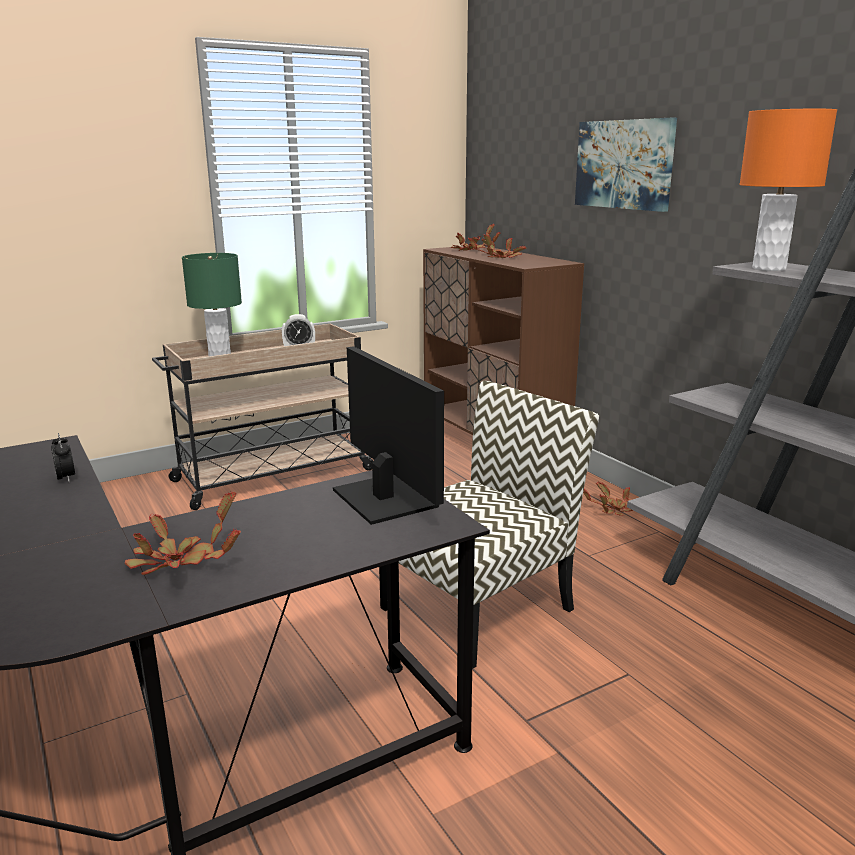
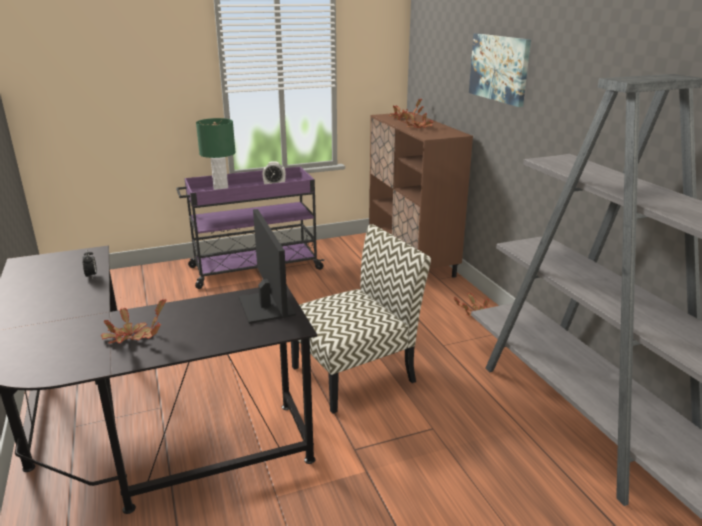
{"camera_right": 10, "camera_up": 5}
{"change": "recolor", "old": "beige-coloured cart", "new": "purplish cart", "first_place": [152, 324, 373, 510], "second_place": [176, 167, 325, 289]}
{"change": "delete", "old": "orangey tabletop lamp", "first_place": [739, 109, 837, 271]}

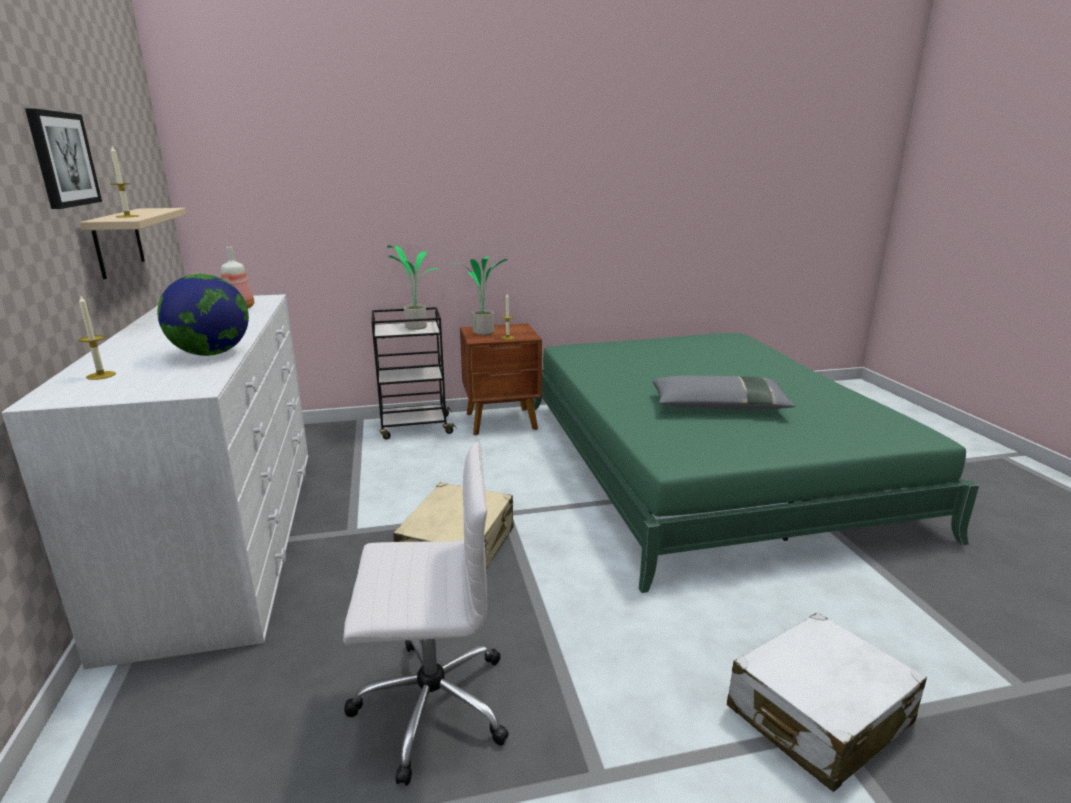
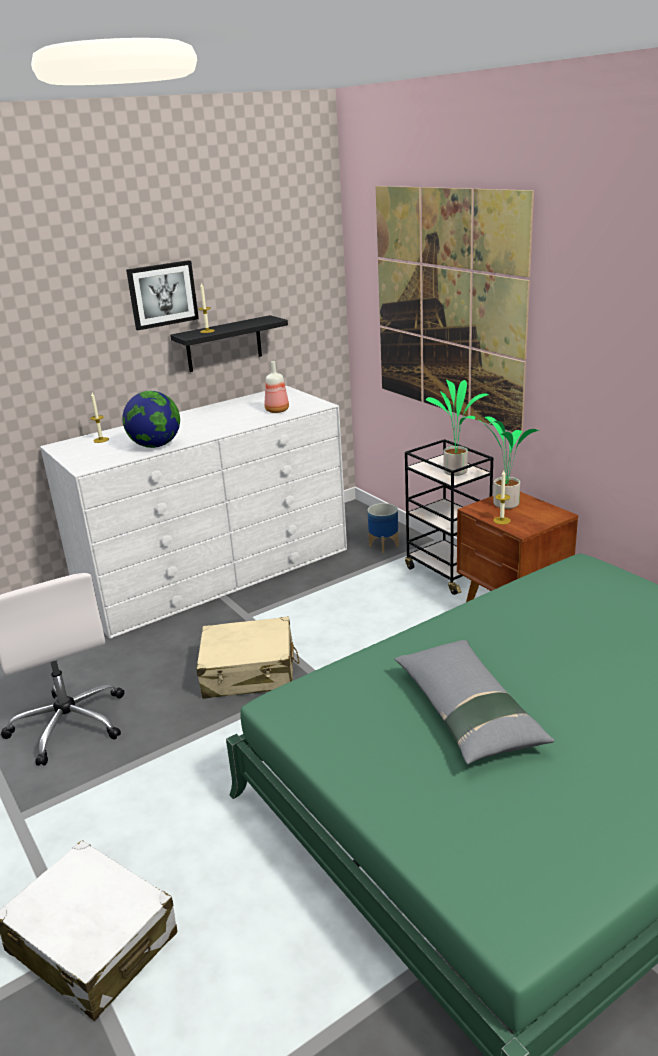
{"camera_right": 70, "camera_up": 5}
{"change": "recolor", "old": "beige-coloured wall shelf", "new": "black-coloured wall shelf", "first_place": [80, 208, 186, 279], "second_place": [170, 315, 288, 372]}
{"change": "insert", "new": "flower pot", "second_place": [368, 503, 399, 553]}
{"change": "insert", "new": "wall art", "second_place": [375, 186, 534, 435]}

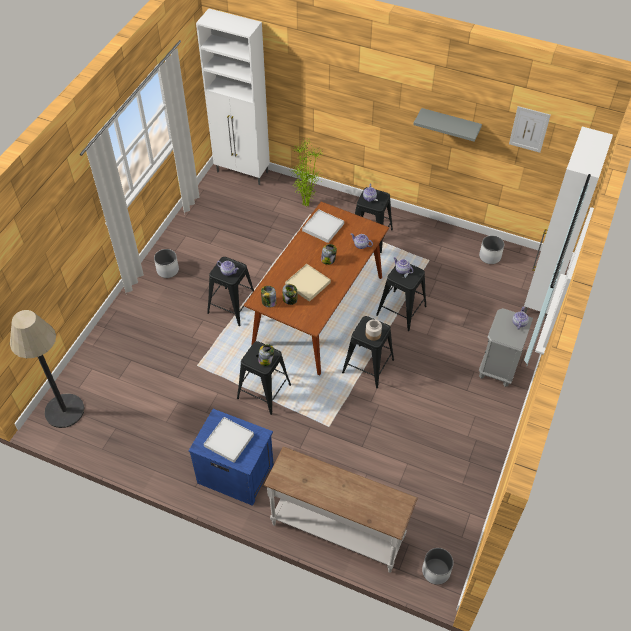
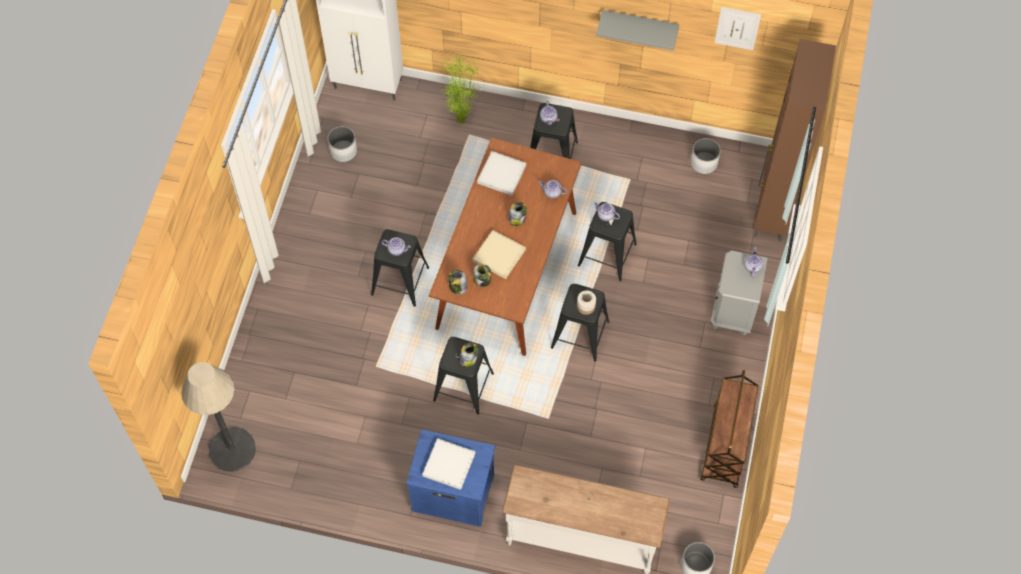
{"camera_right": -10, "camera_up": 10}
{"change": "move", "old": "white flower pot", "first_place": [154, 249, 179, 278], "second_place": [328, 126, 357, 162]}
{"change": "insert", "new": "brown-coloured cart", "second_place": [700, 370, 758, 488]}
{"change": "recolor", "old": "white cupboard", "new": "brown-coloured cupboard", "first_place": [524, 127, 613, 320], "second_place": [753, 39, 836, 242]}

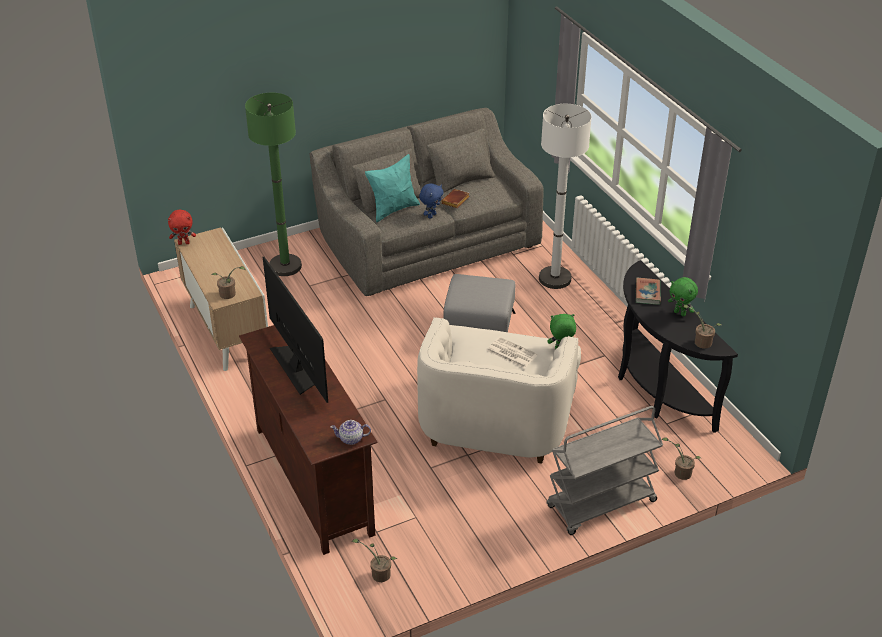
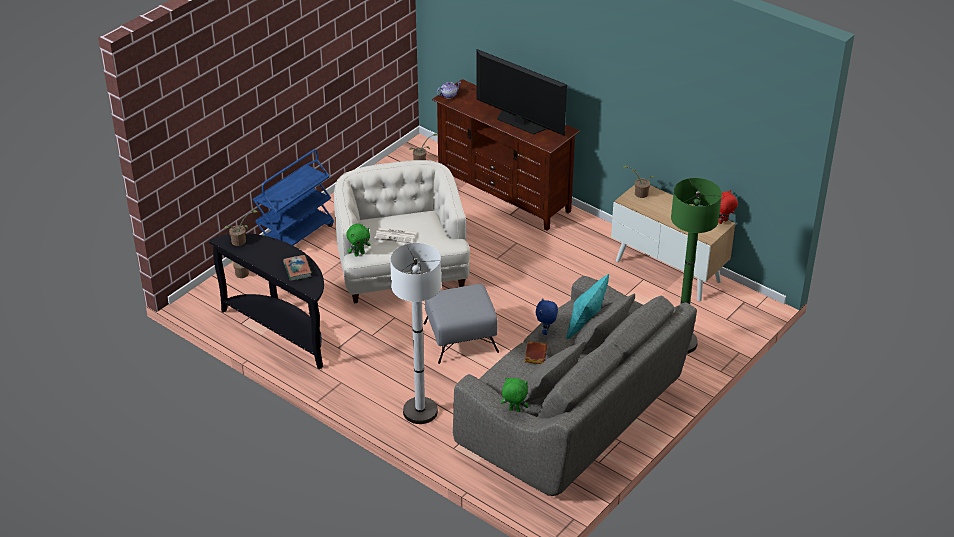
{"camera_right": 155, "camera_up": 0}
{"change": "recolor", "old": "gray cart", "new": "blue cart", "first_place": [547, 406, 663, 535], "second_place": [253, 149, 334, 245]}
{"change": "move", "old": "green-coloured cuddly toy", "first_place": [668, 277, 698, 316], "second_place": [501, 377, 529, 412]}

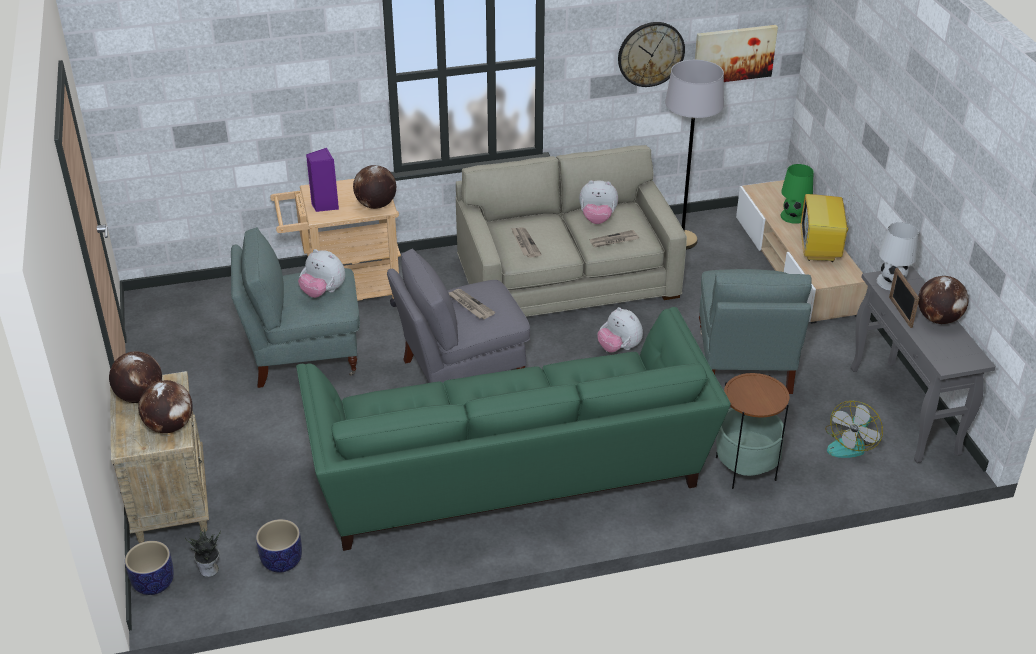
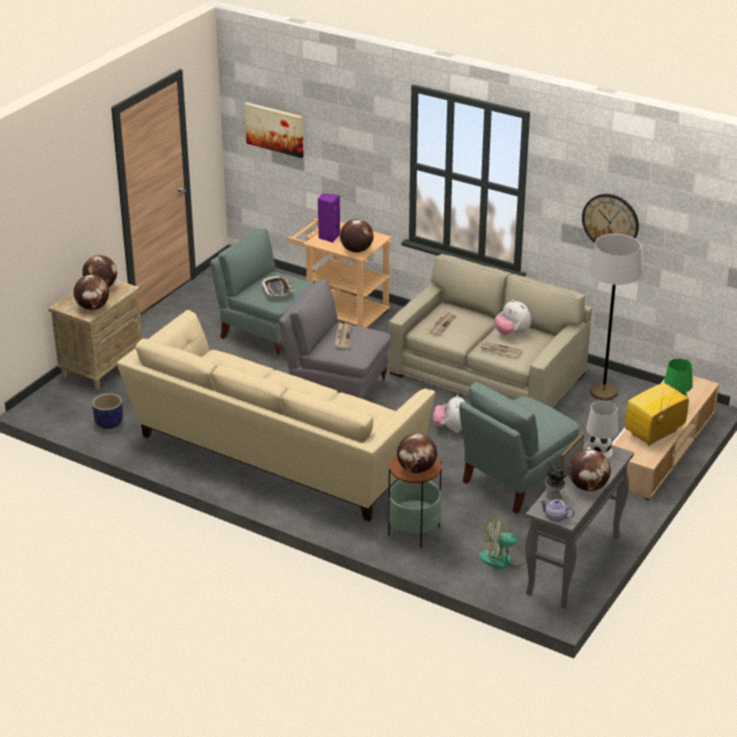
{"camera_right": 45, "camera_up": -5}
{"change": "recolor", "old": "green-coloured sofa", "new": "beige-coloured sofa", "first_place": [296, 307, 731, 551], "second_place": [117, 310, 435, 521]}
{"change": "move", "old": "wall art", "first_place": [695, 25, 778, 82], "second_place": [245, 103, 304, 158]}
{"change": "replace", "old": "cuddly toy", "new": "serving tray", "first_place": [298, 249, 345, 298], "second_place": [261, 275, 294, 297]}
{"change": "insert", "new": "globe", "second_place": [397, 433, 437, 473]}
{"change": "insert", "new": "tea pot", "second_place": [540, 499, 575, 522]}
{"change": "move", "old": "houseplant", "first_place": [185, 527, 221, 577], "second_place": [544, 460, 572, 501]}
{"change": "delete", "old": "flower pot", "first_place": [125, 541, 174, 595]}

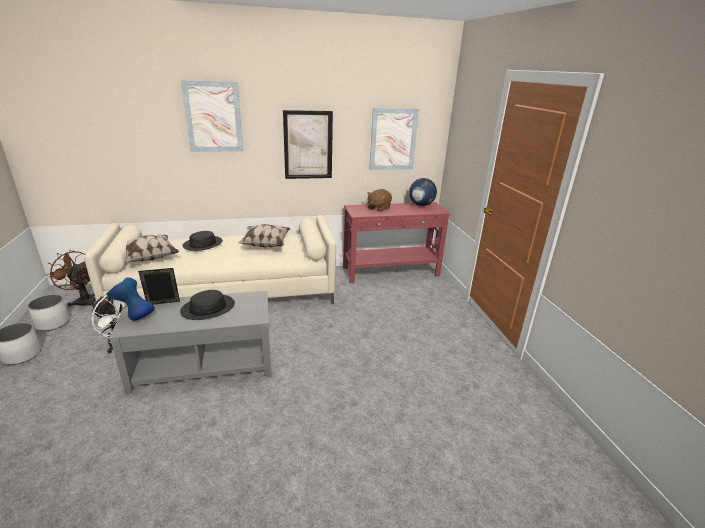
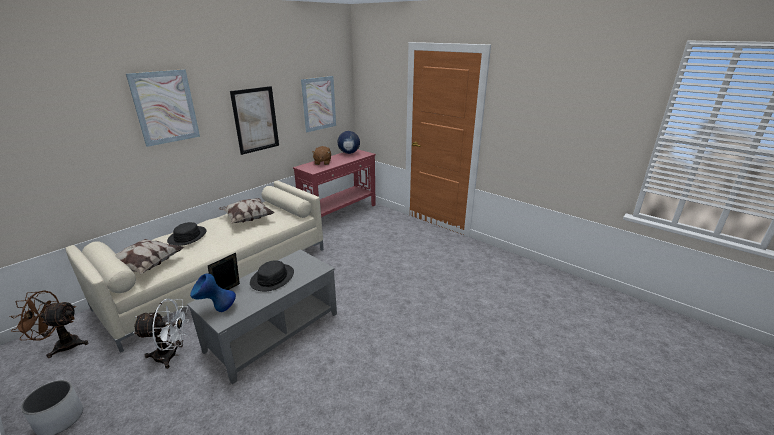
{"camera_right": -35, "camera_up": 0}
{"change": "delete", "old": "white flower pot", "first_place": [27, 295, 70, 331]}

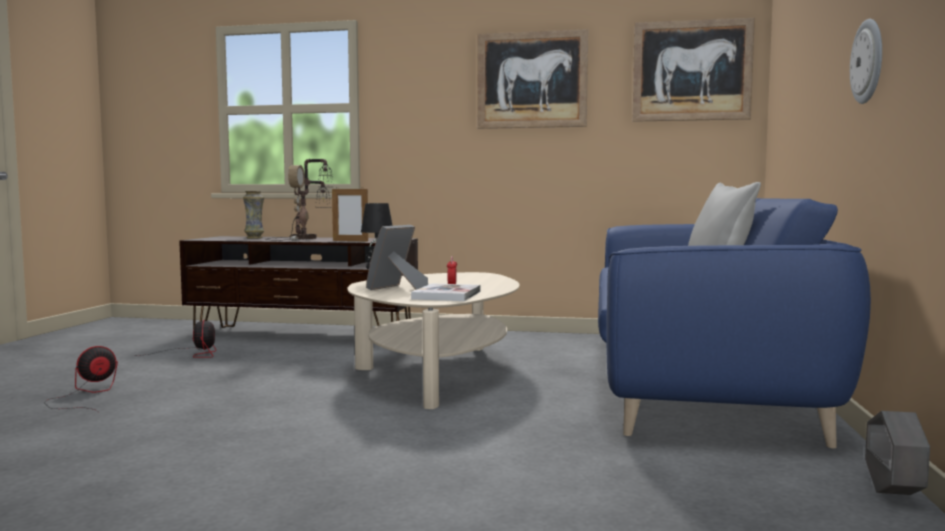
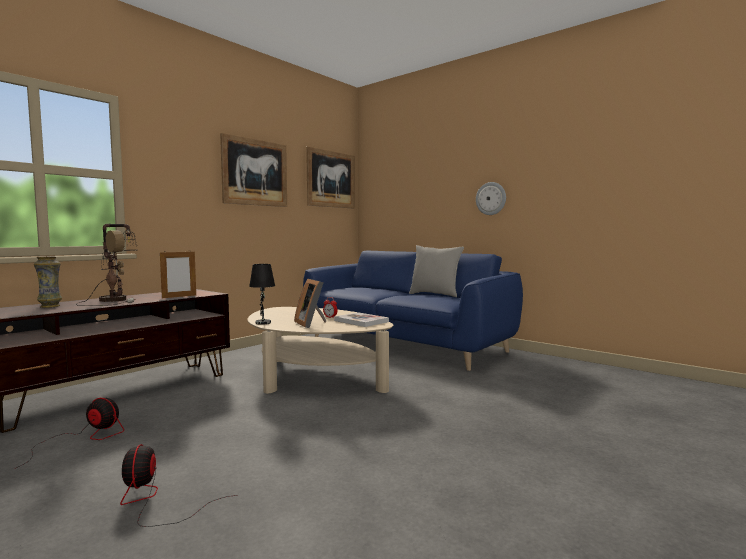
{"camera_right": -60, "camera_up": 0}
{"change": "delete", "old": "gray flower pot", "first_place": [865, 411, 930, 495]}

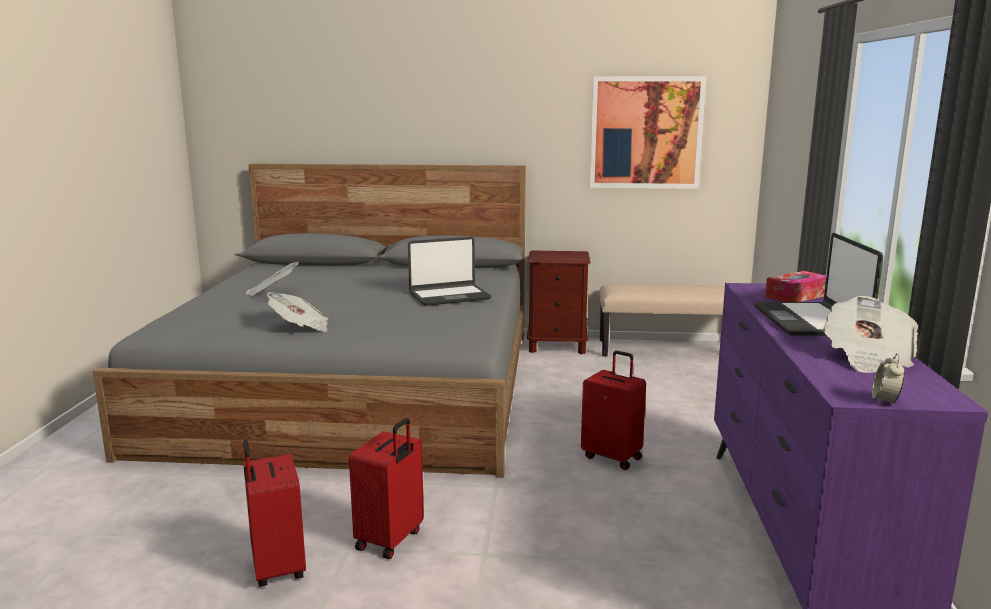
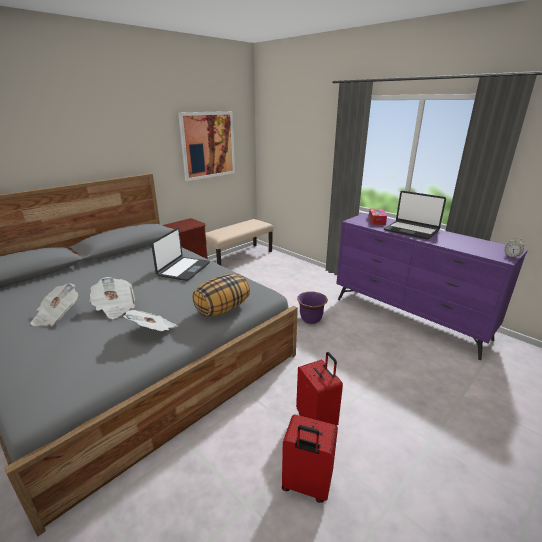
{"camera_right": -50, "camera_up": 10}
{"change": "move", "old": "daily paper", "first_place": [823, 296, 918, 373], "second_place": [90, 277, 135, 319]}
{"change": "insert", "new": "cushion", "second_place": [192, 274, 250, 316]}
{"change": "replace", "old": "reddish travel case", "new": "purplish flower pot", "first_place": [581, 351, 646, 470], "second_place": [297, 292, 328, 324]}

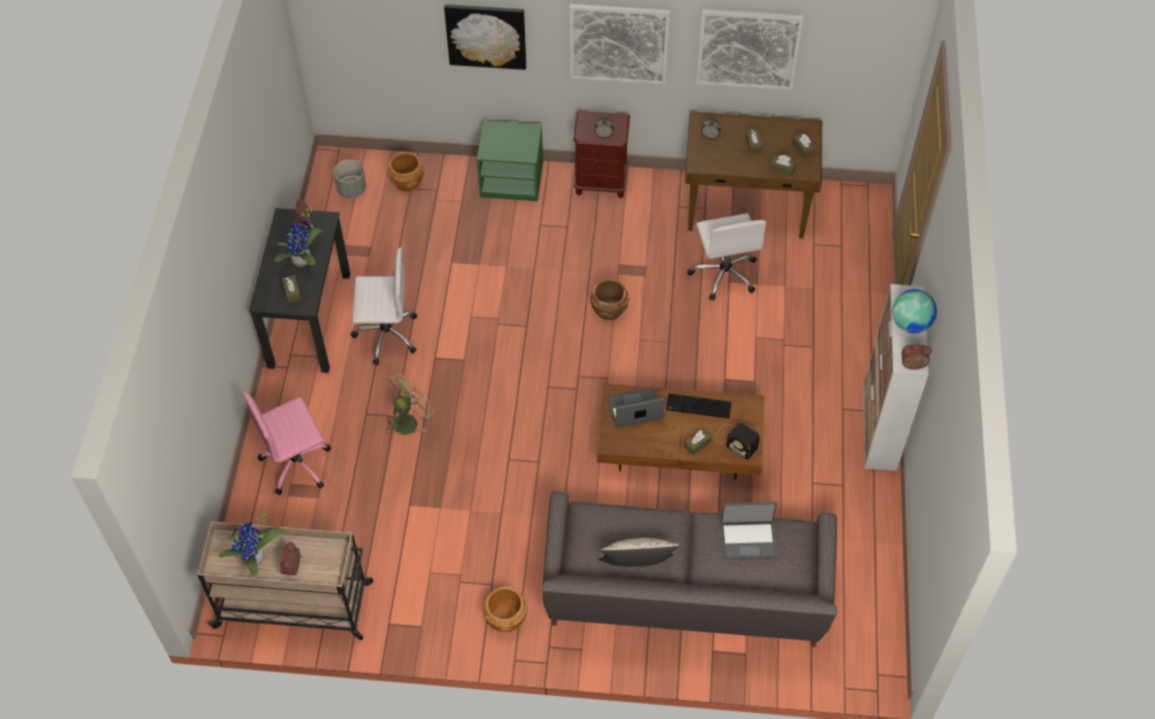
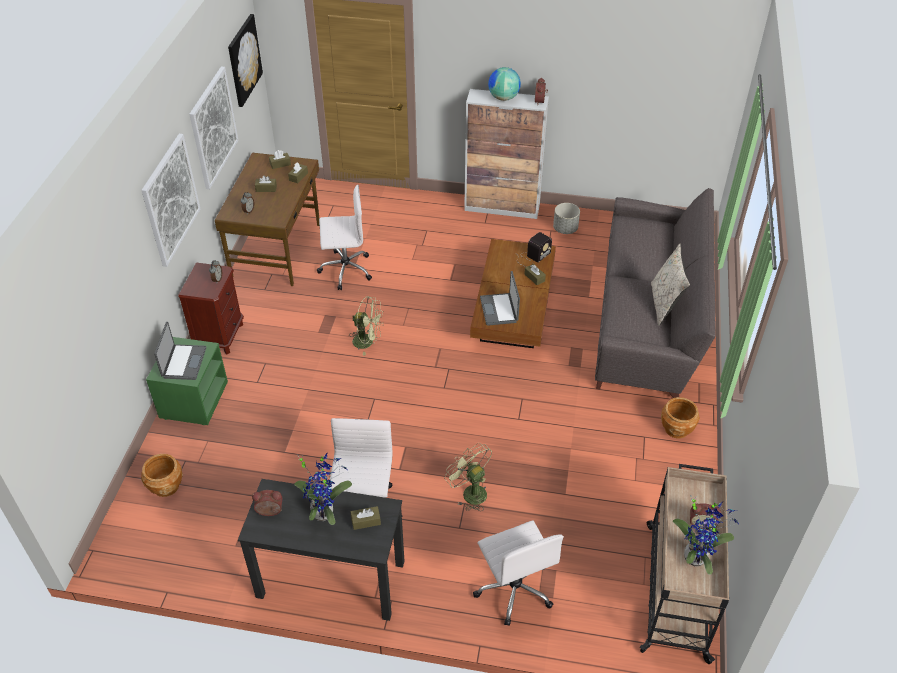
{"camera_right": -85, "camera_up": -10}
{"change": "move", "old": "notebook computer", "first_place": [721, 502, 777, 559], "second_place": [154, 322, 207, 380]}
{"change": "move", "old": "wall art", "first_place": [444, 4, 526, 70], "second_place": [228, 14, 263, 107]}
{"change": "replace", "old": "brown-coloured flower pot", "new": "green-coloured electric fan", "first_place": [590, 279, 629, 321], "second_place": [350, 296, 384, 356]}
{"change": "recolor", "old": "pink office chair", "new": "white office chair", "first_place": [242, 392, 331, 495], "second_place": [473, 520, 564, 626]}
{"change": "move", "old": "gray flower pot", "first_place": [334, 160, 366, 198], "second_place": [553, 203, 580, 234]}
{"change": "delete", "old": "computer keyboard", "first_place": [666, 393, 732, 419]}

